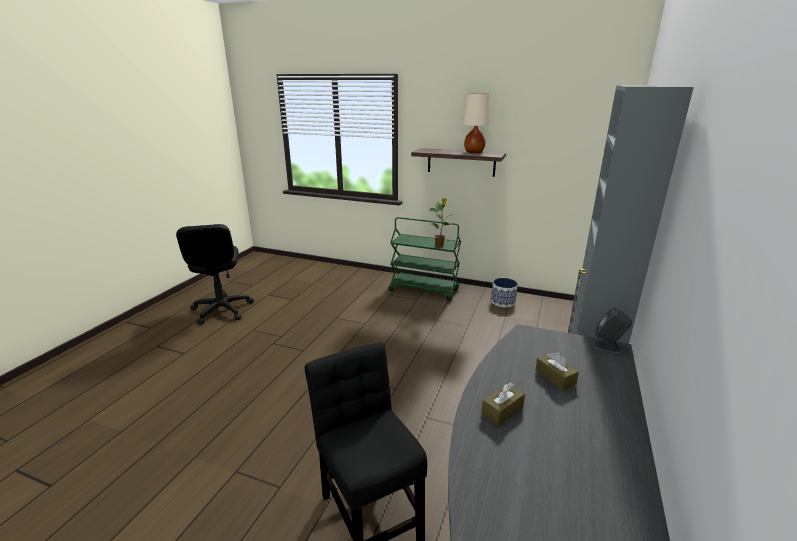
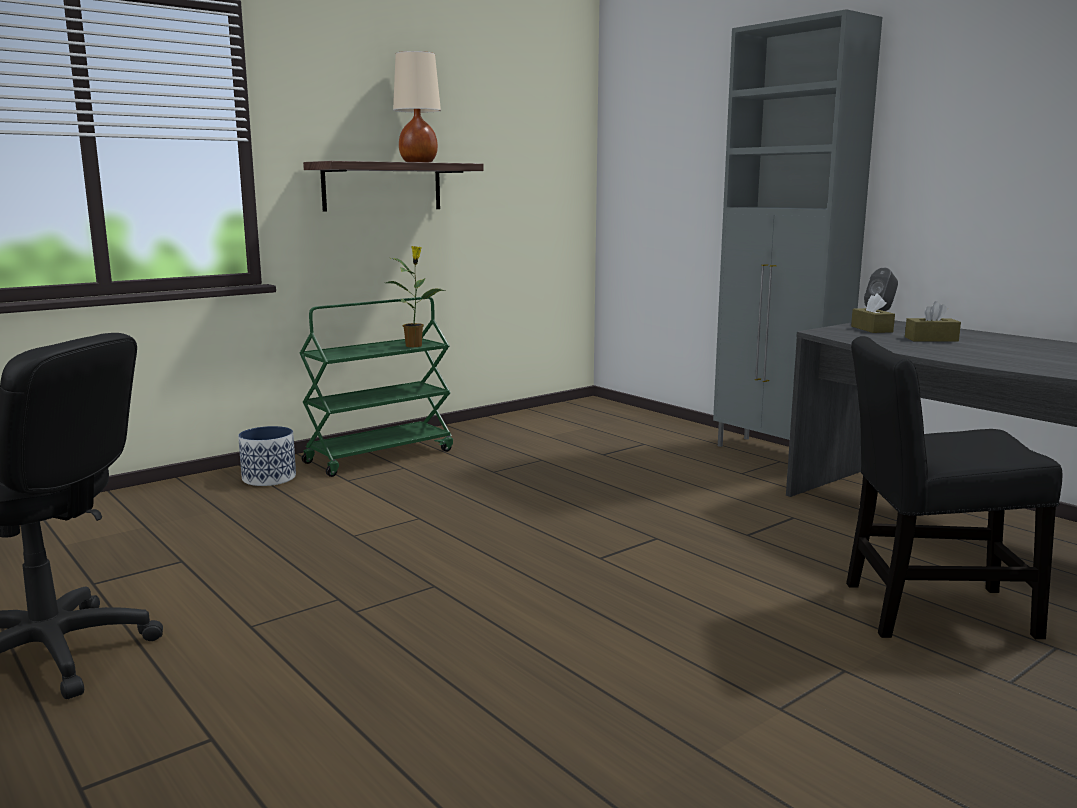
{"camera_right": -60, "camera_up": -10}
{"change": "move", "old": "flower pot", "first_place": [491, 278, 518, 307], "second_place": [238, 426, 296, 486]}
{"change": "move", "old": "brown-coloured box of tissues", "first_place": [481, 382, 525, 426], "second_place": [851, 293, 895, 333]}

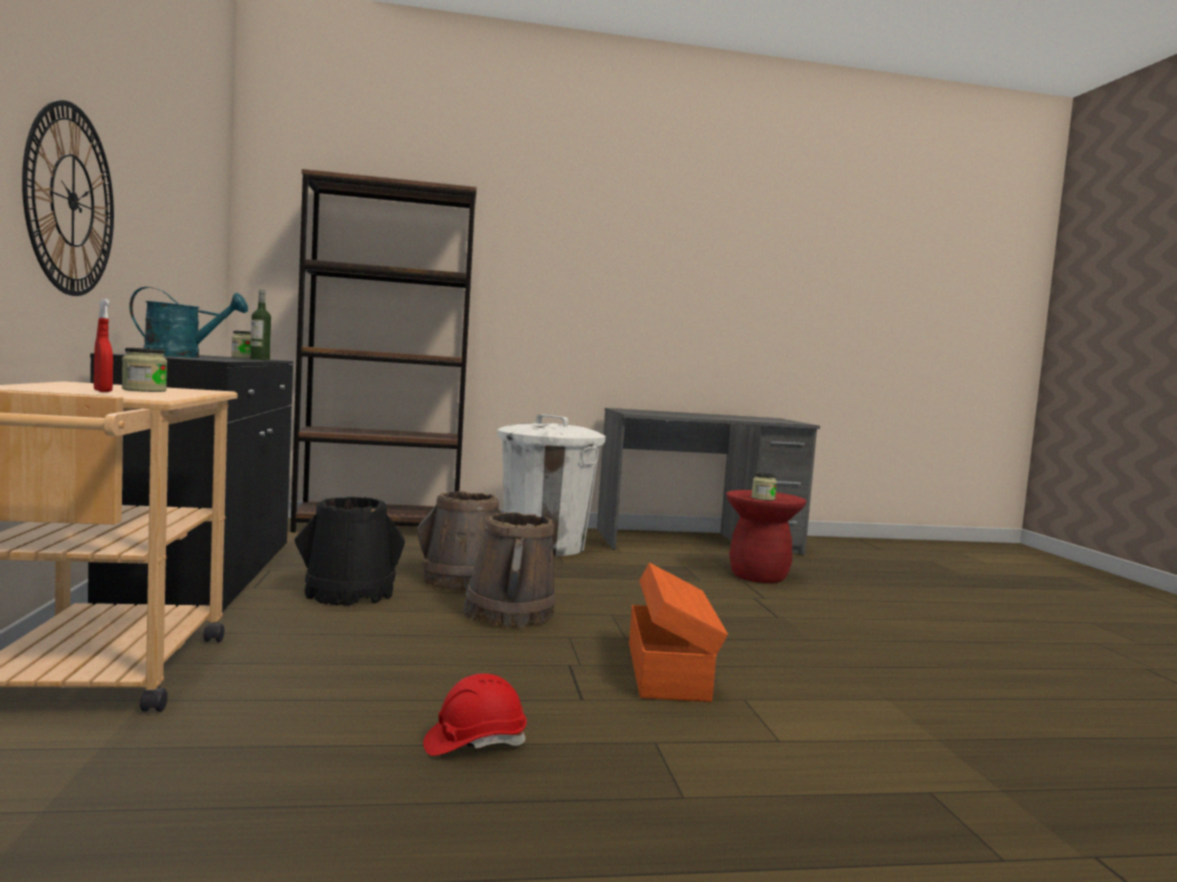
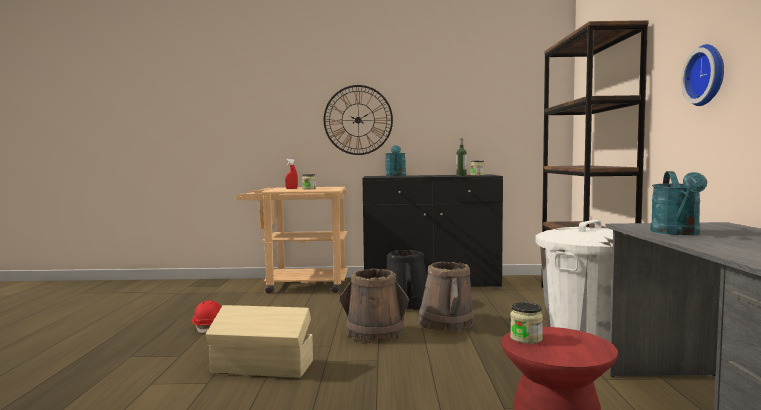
{"camera_right": 100, "camera_up": 0}
{"change": "recolor", "old": "orangey storage box", "new": "beige-coloured storage box", "first_place": [629, 563, 728, 702], "second_place": [206, 305, 313, 378]}
{"change": "insert", "new": "turquoise-coloured watering can", "second_place": [650, 171, 707, 235]}
{"change": "insert", "new": "hanging clock", "second_place": [681, 44, 724, 106]}

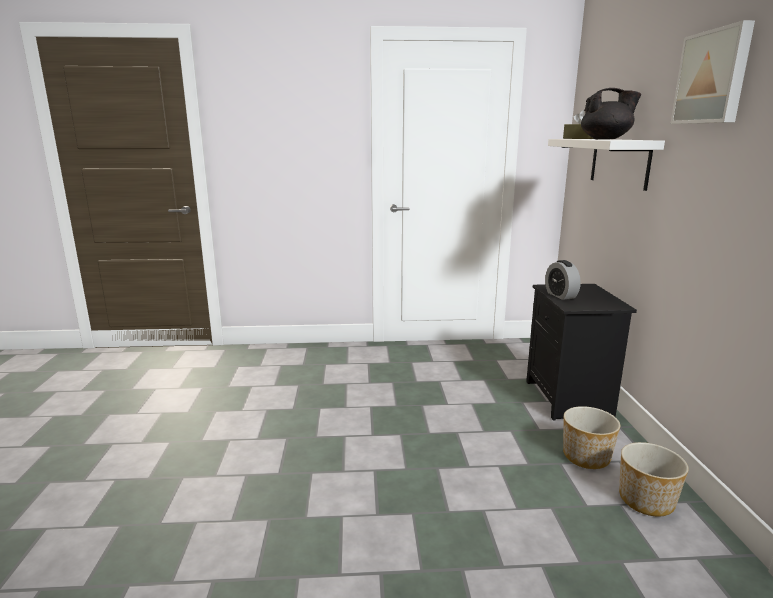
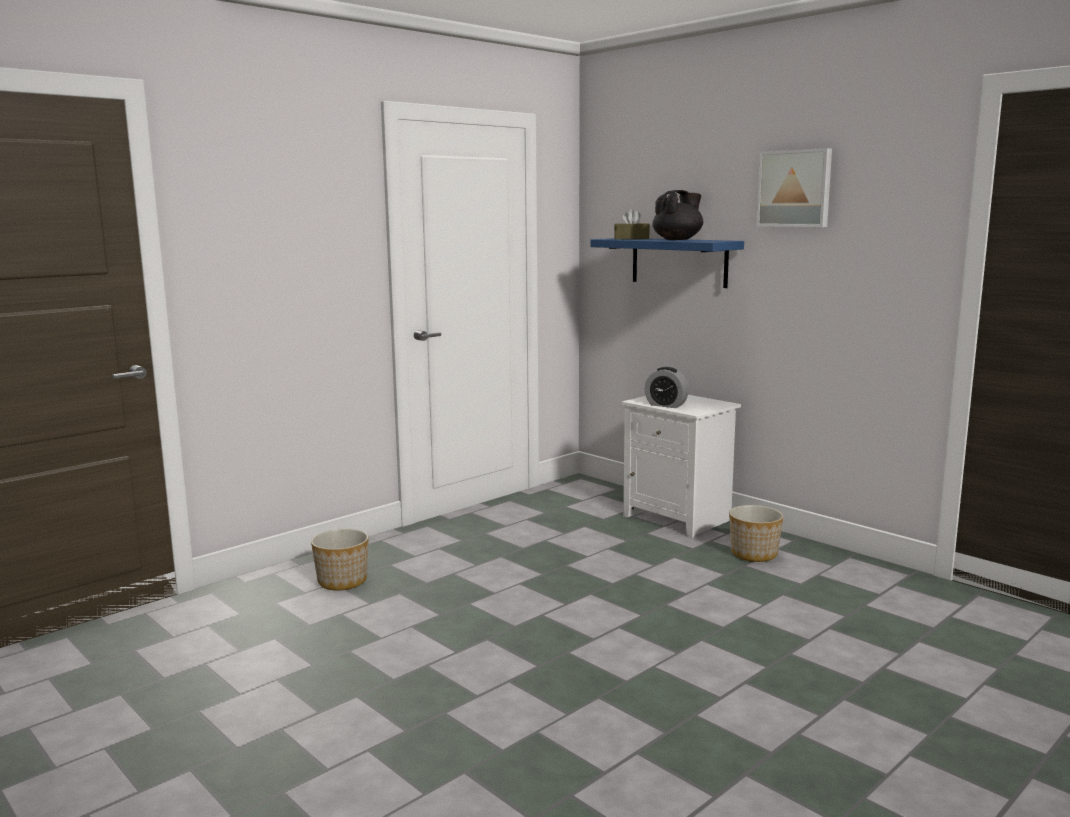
{"camera_right": -40, "camera_up": -5}
{"change": "move", "old": "flower pot", "first_place": [619, 442, 689, 516], "second_place": [311, 529, 369, 590]}
{"change": "recolor", "old": "white wall shelf", "new": "blue wall shelf", "first_place": [548, 139, 665, 191], "second_place": [590, 238, 744, 288]}
{"change": "recolor", "old": "black-coloured night table", "new": "white night table", "first_place": [526, 284, 637, 421], "second_place": [622, 395, 741, 538]}

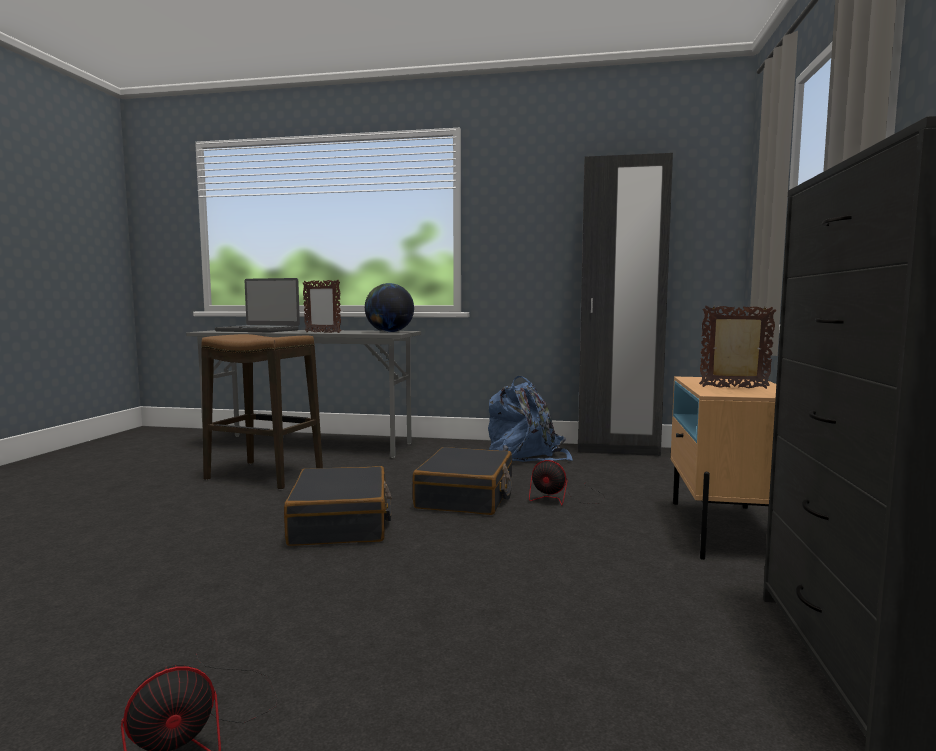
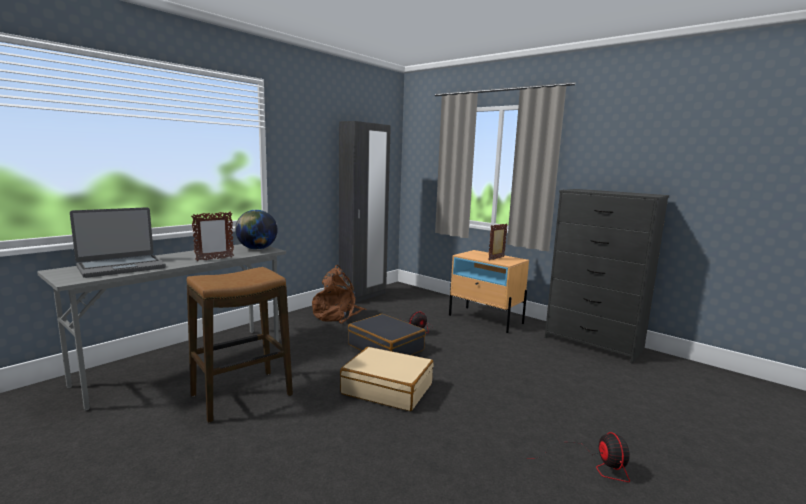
{"camera_right": -60, "camera_up": 5}
{"change": "recolor", "old": "blue backpack", "new": "brown-coloured backpack", "first_place": [488, 376, 573, 462], "second_place": [312, 265, 367, 324]}
{"change": "recolor", "old": "black-coloured travel case", "new": "beige-coloured travel case", "first_place": [284, 466, 392, 546], "second_place": [340, 347, 434, 411]}

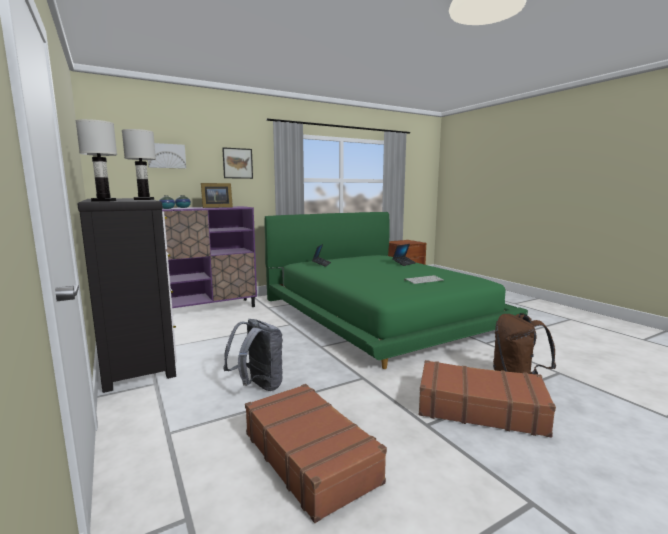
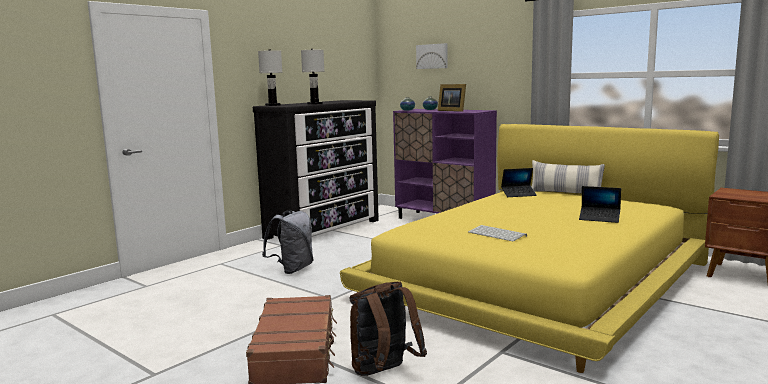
{"camera_right": 70, "camera_up": 0}
{"change": "recolor", "old": "green-coloured sleeping bed", "new": "yellow-coloured sleeping bed", "first_place": [264, 212, 528, 369], "second_place": [340, 124, 719, 373]}
{"change": "insert", "new": "cushion", "second_place": [532, 160, 605, 194]}
{"change": "delete", "old": "wall art", "first_place": [222, 147, 253, 179]}
{"change": "delete", "old": "brown-coloured travel case", "first_place": [245, 384, 387, 523]}

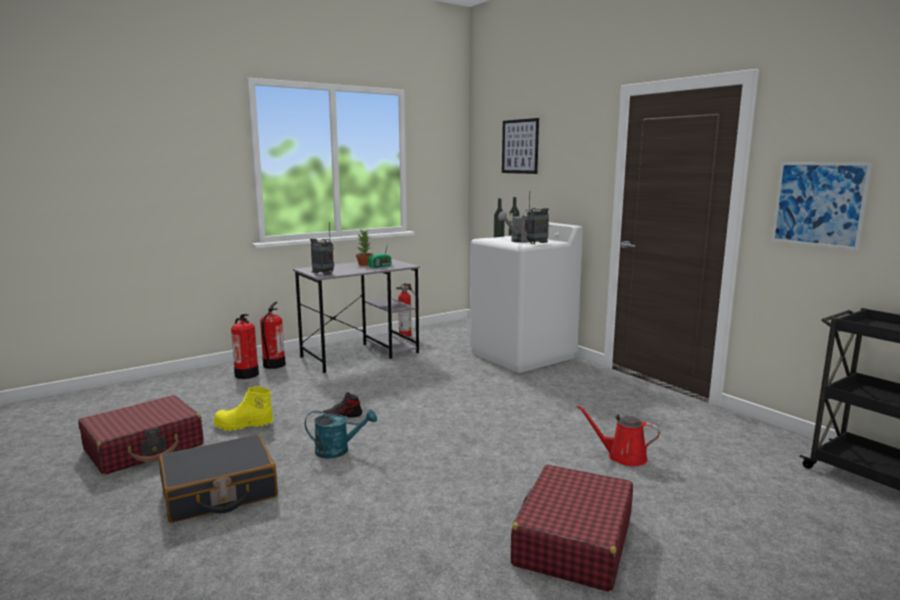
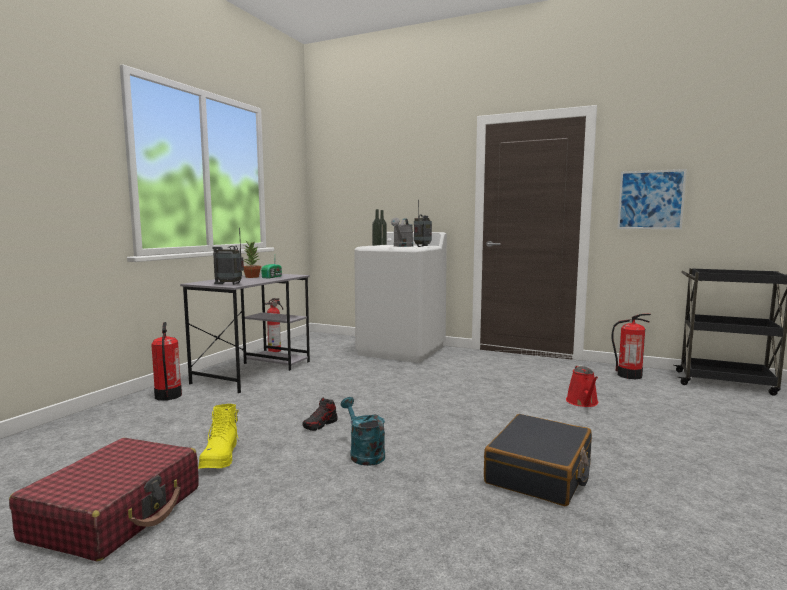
{"camera_right": -30, "camera_up": -5}
{"change": "rotate", "old": "yellow-coloured tall boot", "first_place": [213, 387, 274, 431], "second_place": [198, 404, 239, 469], "degrees": -60}
{"change": "rotate", "old": "turquoise-coloured watering can", "first_place": [305, 409, 377, 458], "second_place": [341, 397, 385, 466], "degrees": -90}
{"change": "move", "old": "black-coloured travel case", "first_place": [159, 435, 278, 523], "second_place": [484, 414, 592, 506]}
{"change": "rotate", "old": "reddish watering can", "first_place": [577, 405, 660, 466], "second_place": [566, 365, 599, 407], "degrees": -75}
{"change": "move", "old": "fire extinguisher", "first_place": [231, 314, 259, 379], "second_place": [612, 314, 651, 379]}
{"change": "delete", "old": "wall art", "first_place": [502, 118, 539, 174]}
{"change": "delete", "old": "reddish travel case", "first_place": [511, 465, 633, 592]}

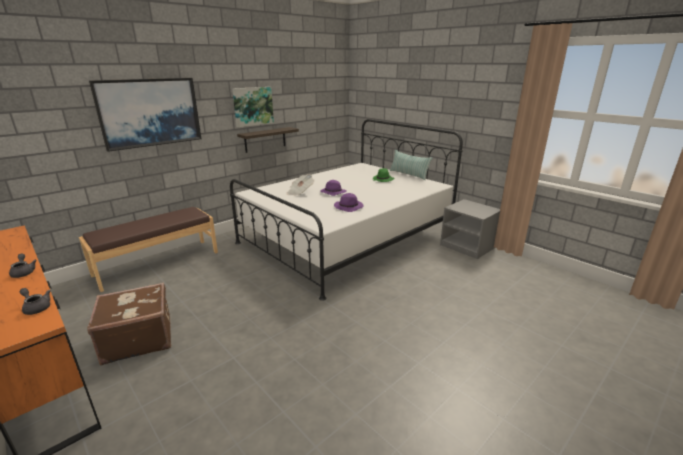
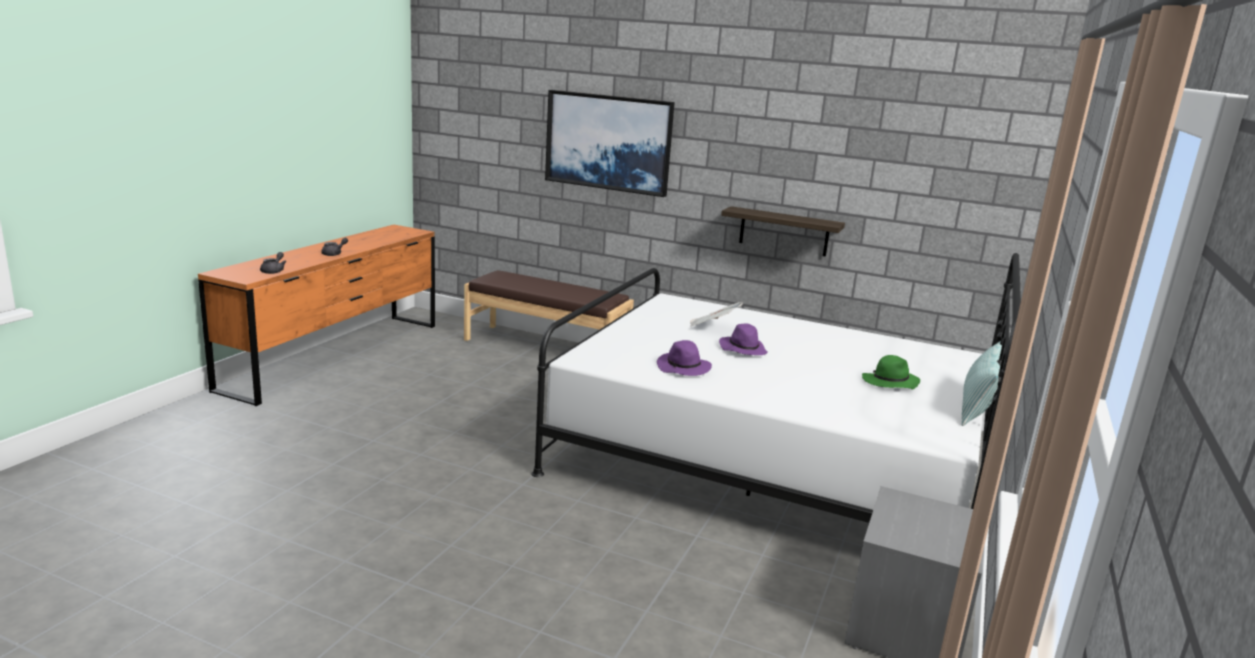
{"camera_right": 65, "camera_up": -5}
{"change": "delete", "old": "brown-coloured travel case", "first_place": [87, 282, 171, 365]}
{"change": "delete", "old": "wall art", "first_place": [232, 87, 274, 127]}

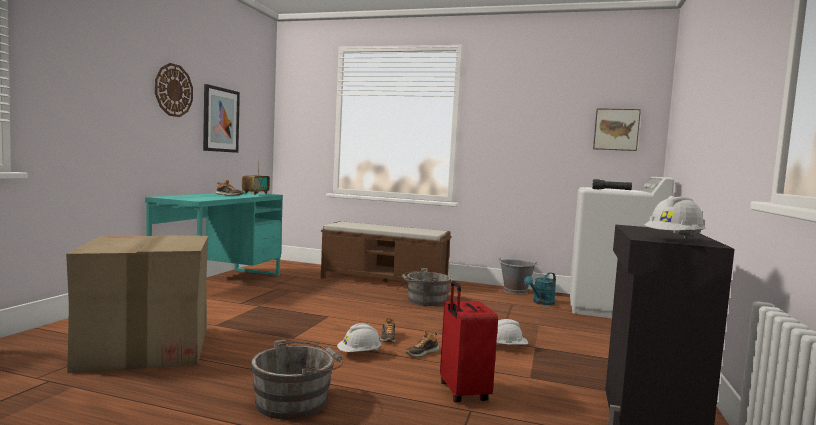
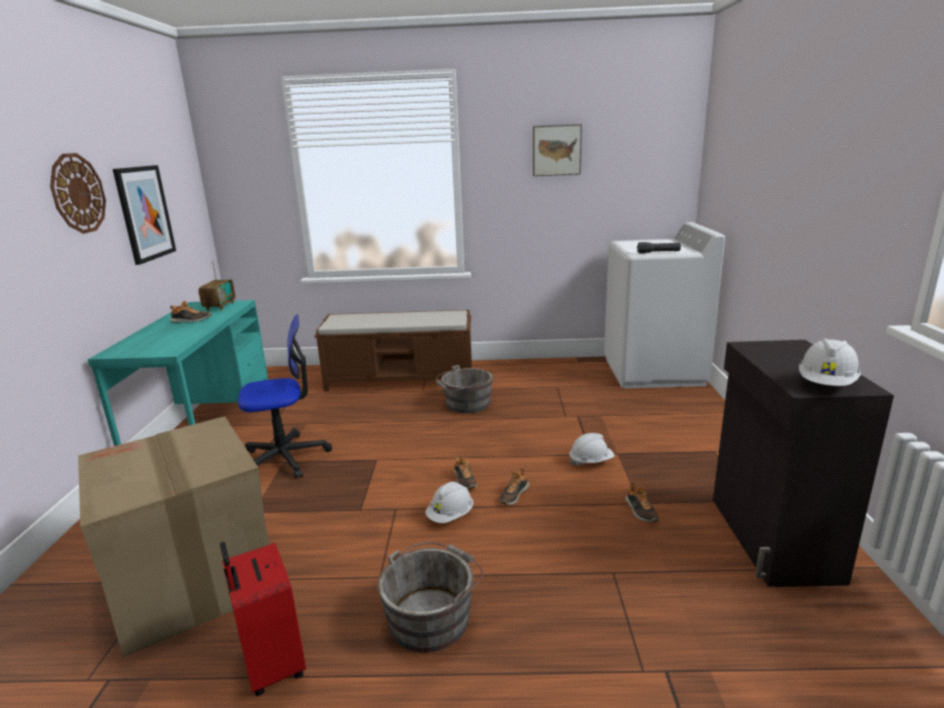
{"camera_right": -15, "camera_up": 15}
{"change": "move", "old": "reddish travel case", "first_place": [440, 281, 498, 402], "second_place": [220, 542, 306, 696]}
{"change": "insert", "new": "office chair", "second_place": [238, 314, 332, 479]}
{"change": "move", "old": "wall art", "first_place": [593, 108, 641, 151], "second_place": [533, 124, 582, 176]}
{"change": "insert", "new": "item of footwear", "second_place": [626, 482, 659, 522]}
{"change": "delete", "old": "gray bucket", "first_place": [498, 257, 538, 295]}
{"change": "delete", "old": "turquoise-coloured watering can", "first_place": [524, 273, 556, 305]}

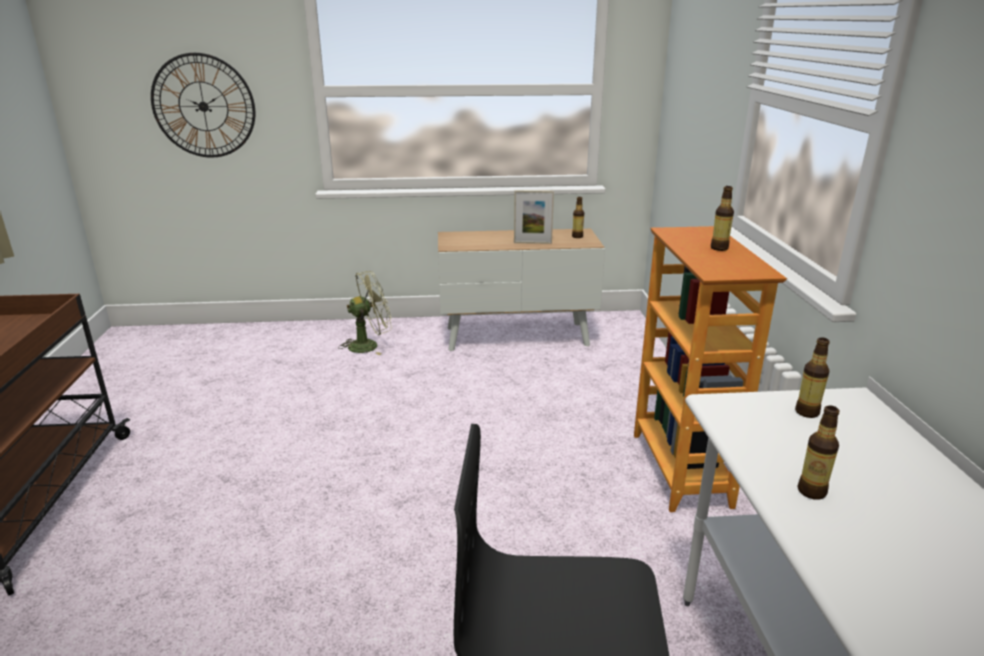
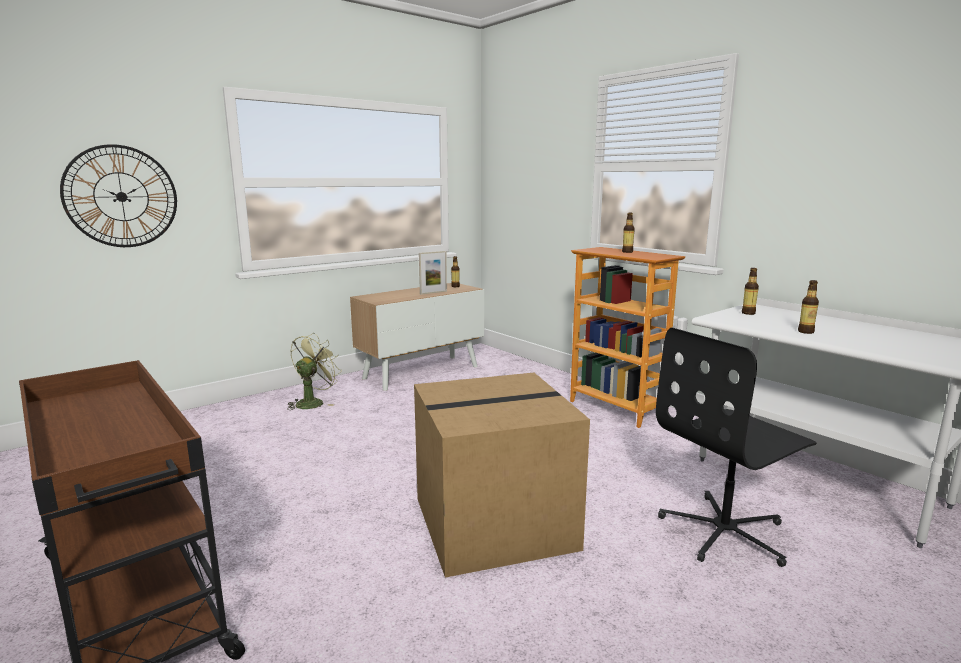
{"camera_right": -35, "camera_up": -10}
{"change": "insert", "new": "packing box", "second_place": [414, 373, 590, 578]}

